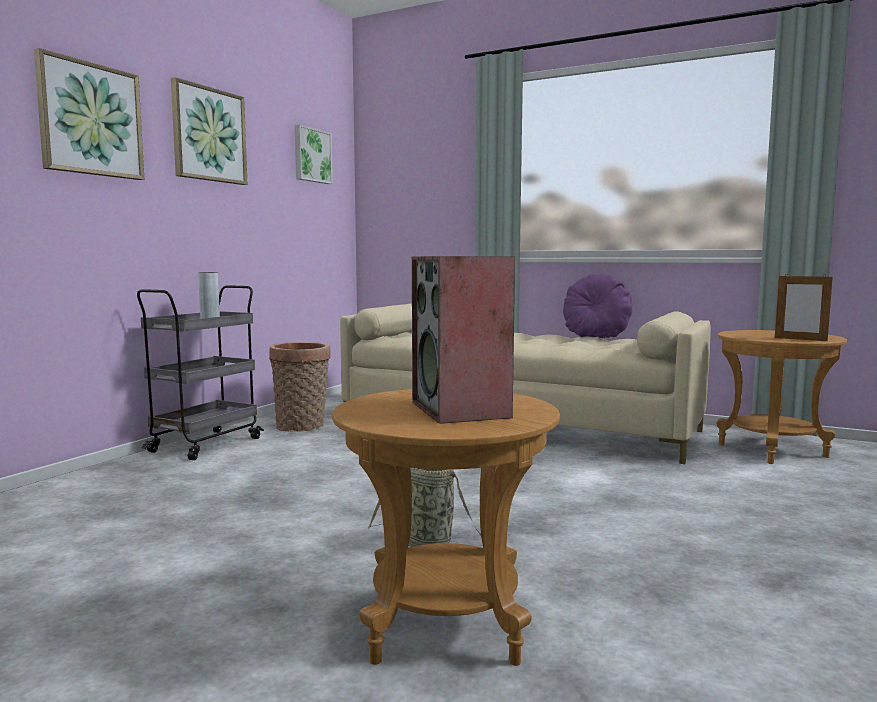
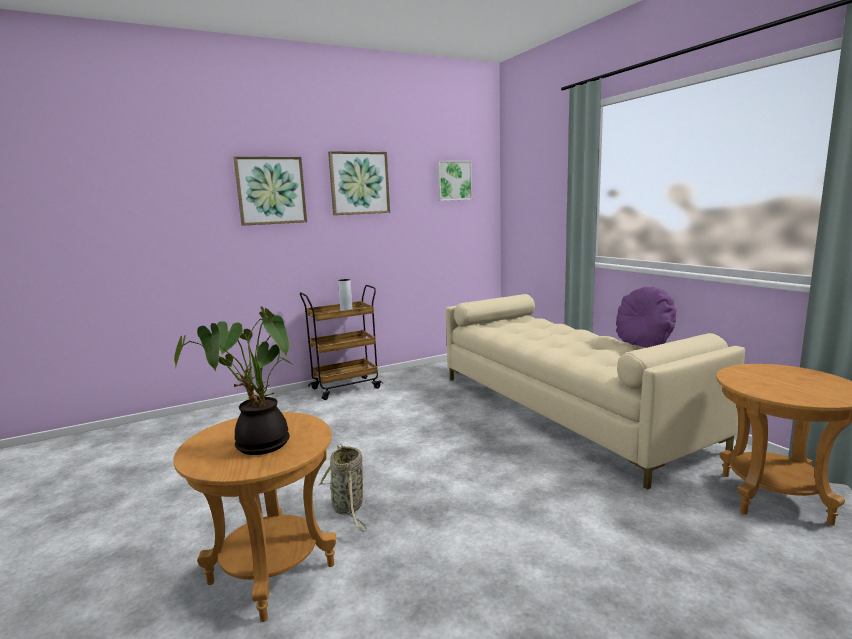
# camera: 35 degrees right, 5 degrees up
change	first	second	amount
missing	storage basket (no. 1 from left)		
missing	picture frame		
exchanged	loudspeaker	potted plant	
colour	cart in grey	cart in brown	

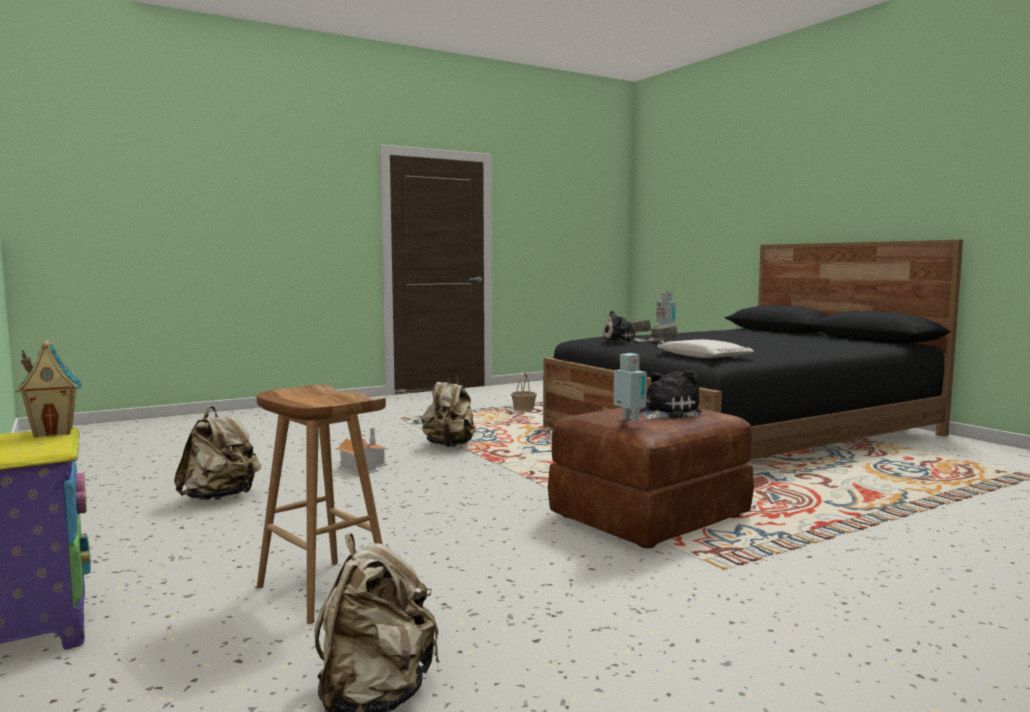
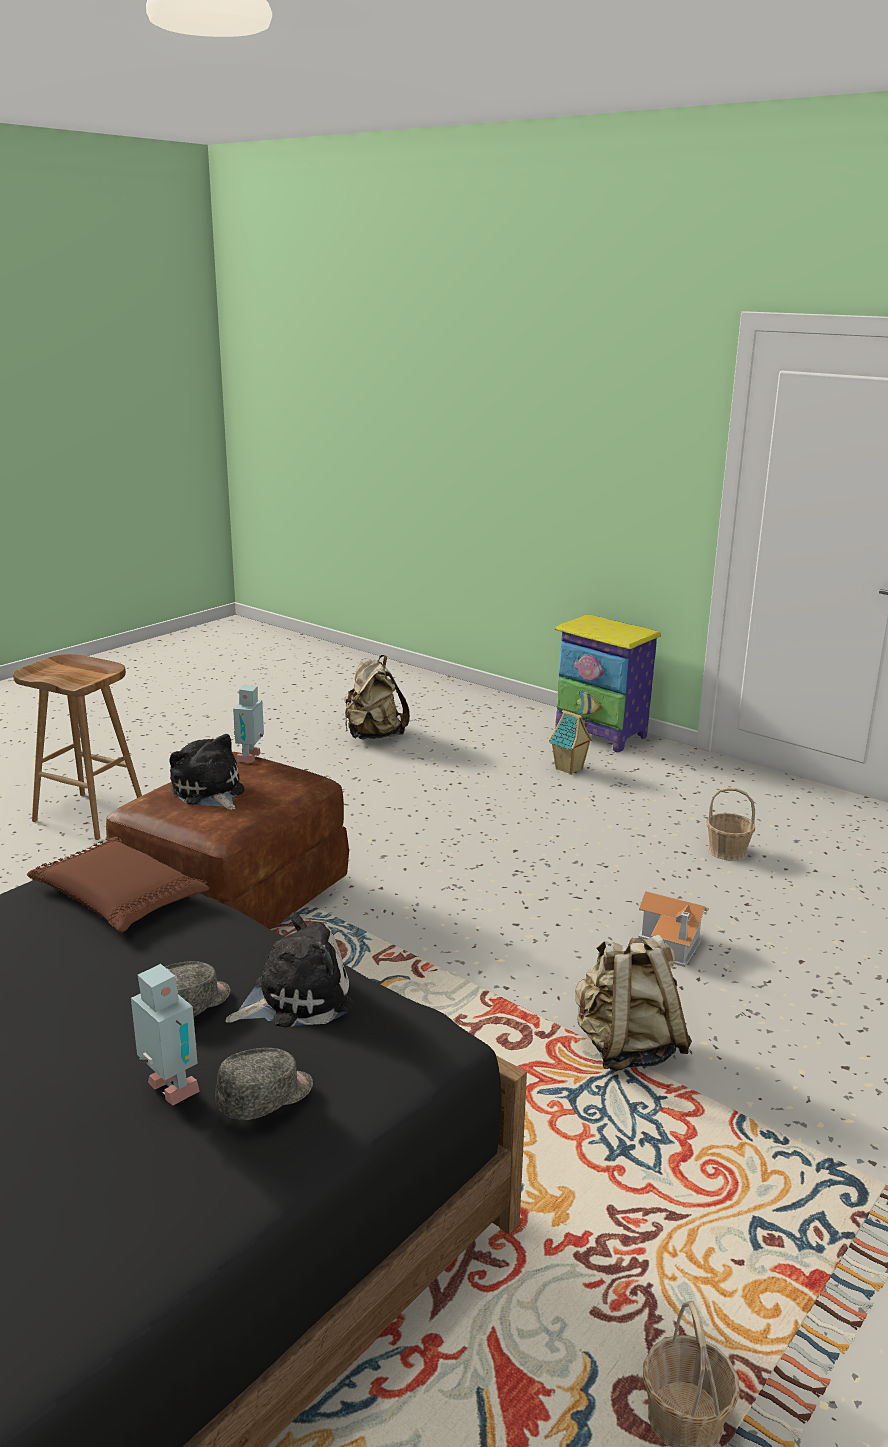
# camera: 160 degrees right, 15 degrees up
change	first	second	amount
relocated	miniature house (no. 1 from left)		
relocated	sitting stool in brown		
exchanged	backpack in beige-coloured (no. 1 from left)	storage basket (no. 2 from left)	
colour	throw pillow in whitish	throw pillow in brown	
spun	robot figure (no. 1 from left in the first image)	robot figure (no. 2 from left)	60 degrees clockwise
spun	cuddly toy (no. 2 from left in the first image)	cuddly toy (no. 1 from left)	120 degrees clockwise

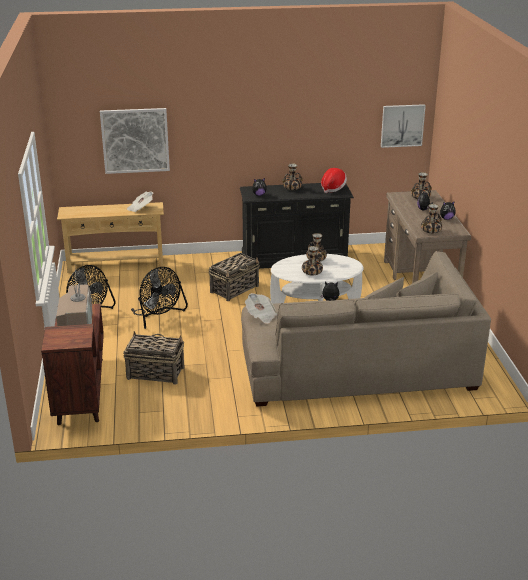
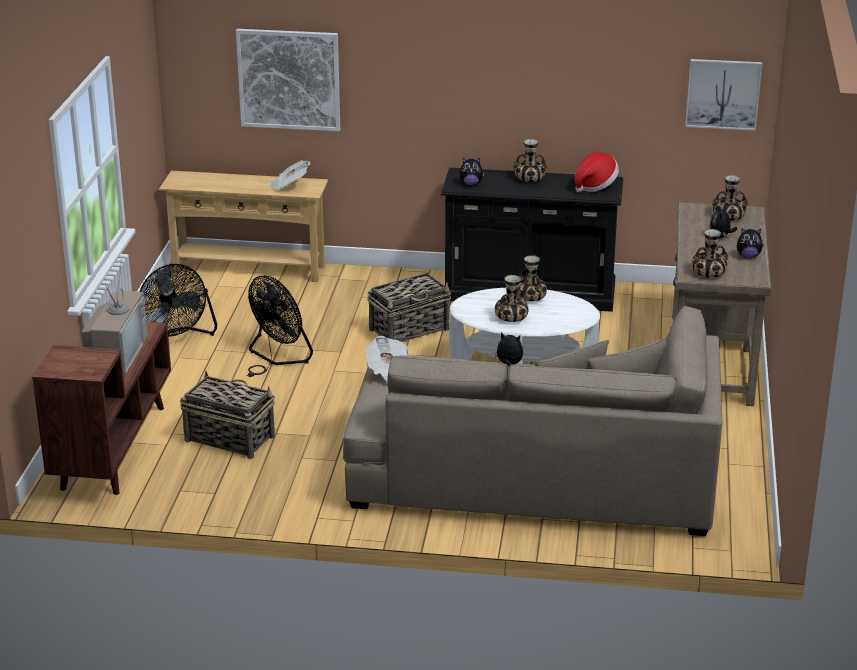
# camera: 15 degrees right, 0 degrees up
change	first	second	amount
spun	fan in black-coloured (no. 2 from left)		105 degrees counterclockwise

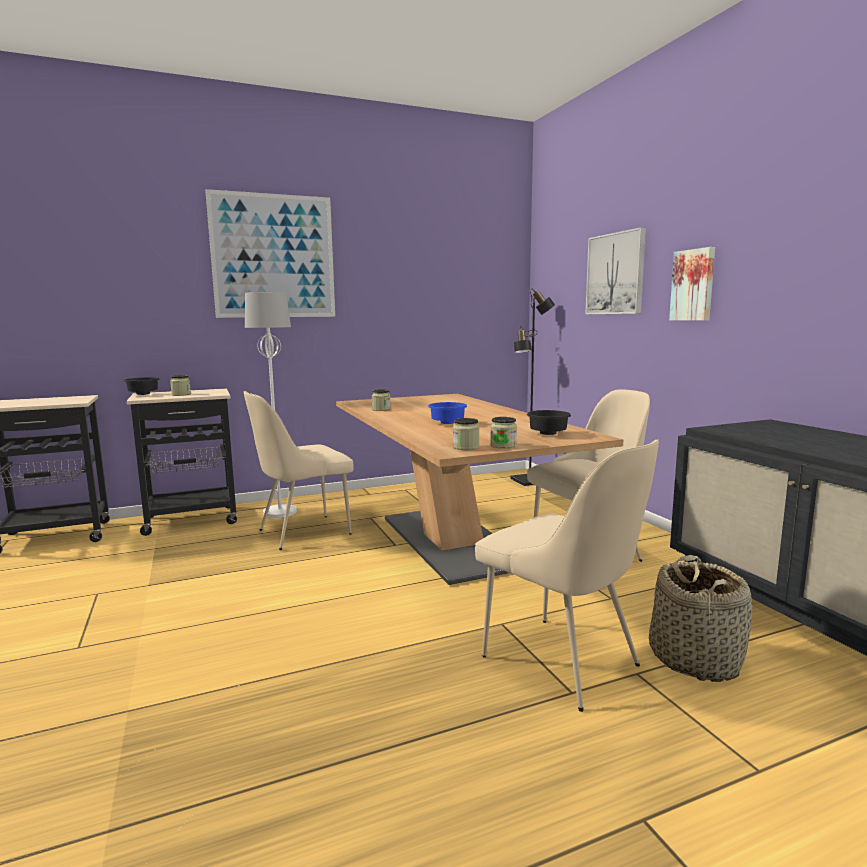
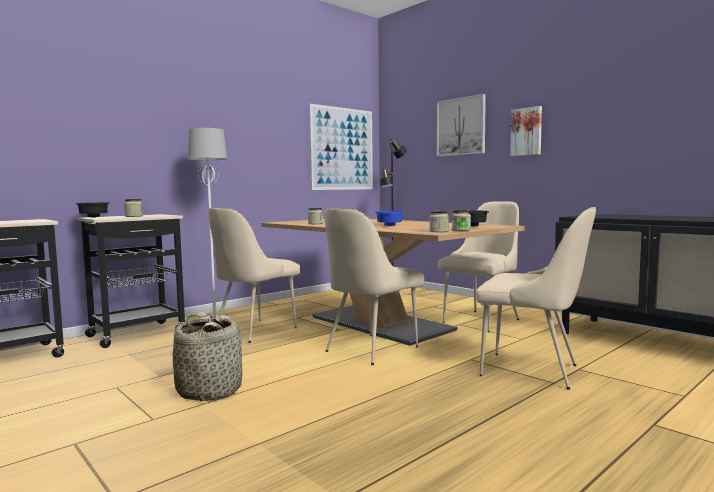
# camera: 20 degrees left, 5 degrees down
change	first	second	amount
appeared		upright chair in beige-coloured (no. 2 from left)	
relocated	wall art (no. 1 from left)		
relocated	storage basket		

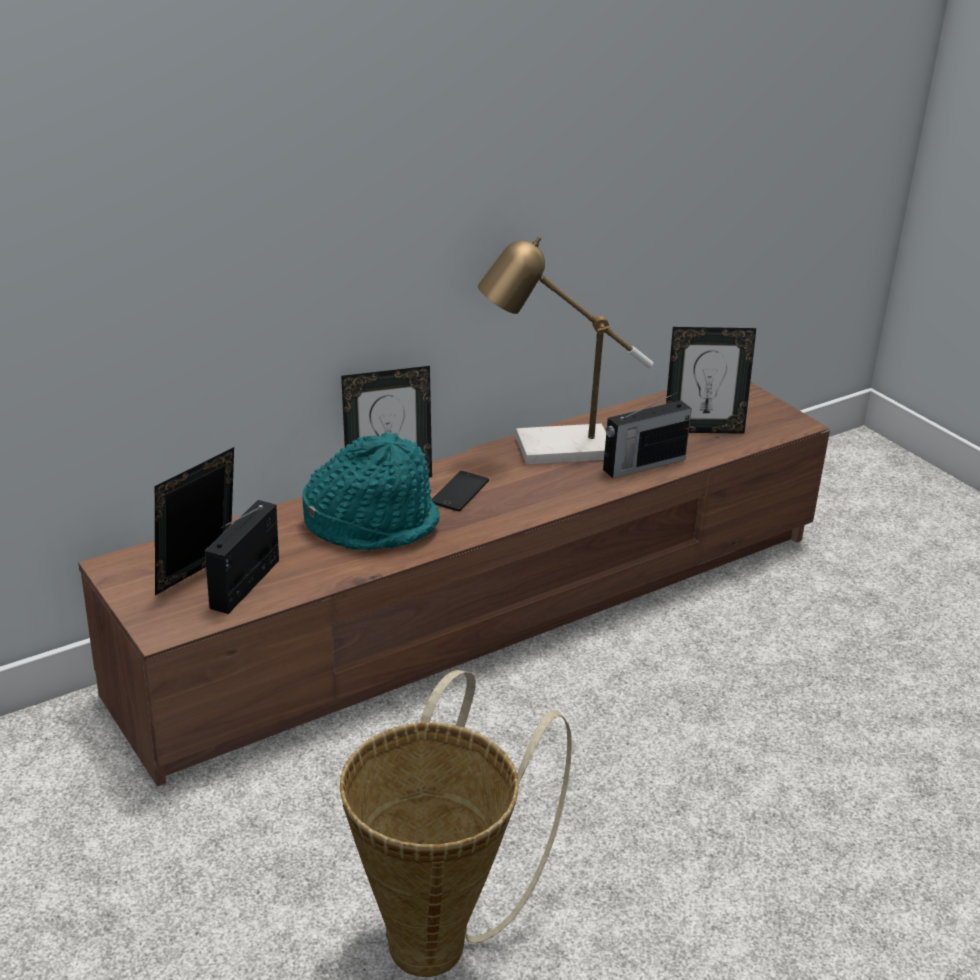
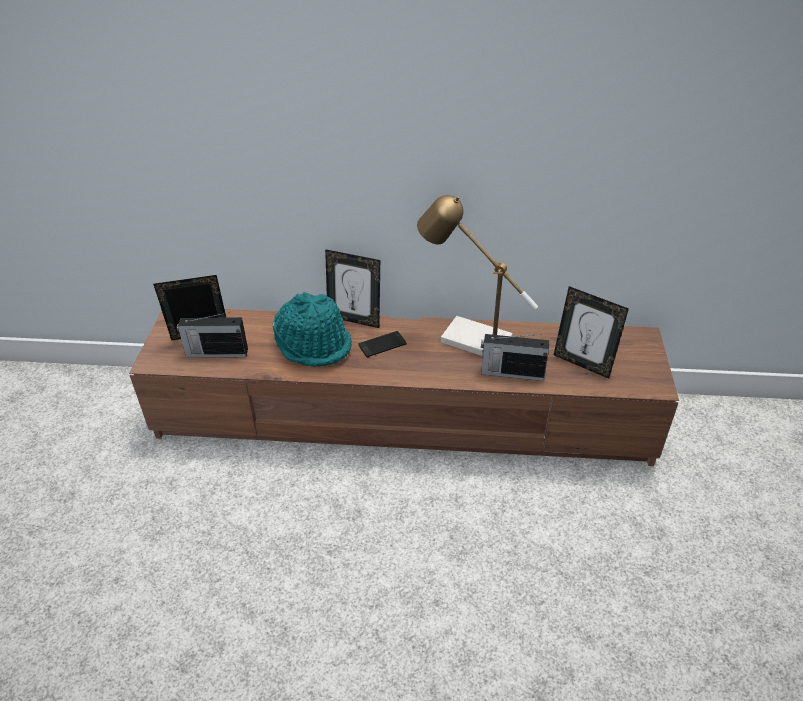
# camera: 40 degrees right, 10 degrees up
change	first	second	amount
missing	storage basket		
spun	radio receiver (no. 1 from left)		150 degrees counterclockwise

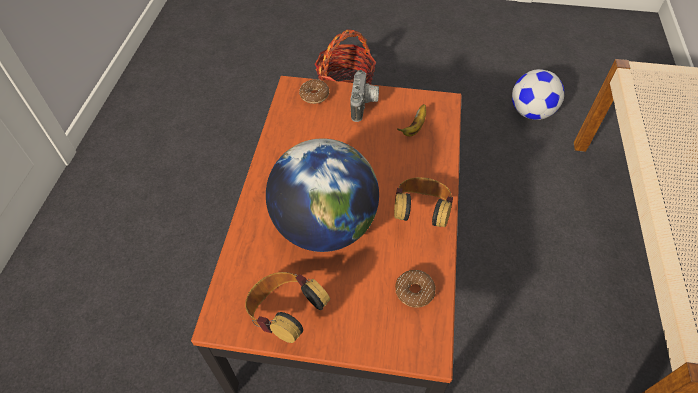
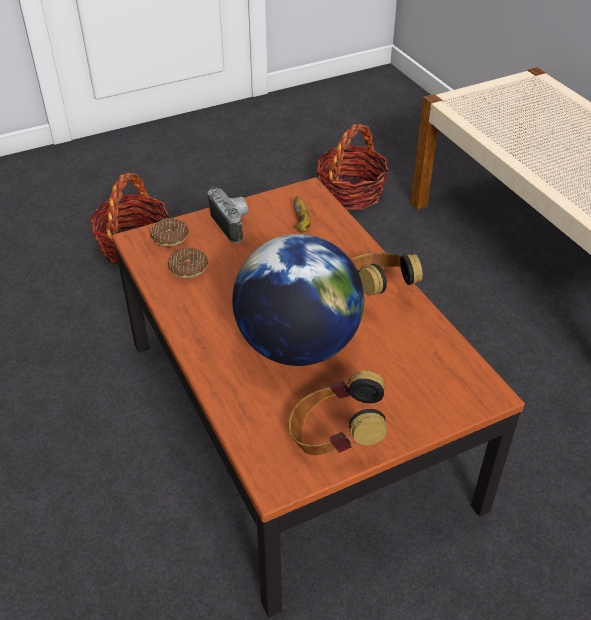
# camera: 35 degrees left, 10 degrees down
change	first	second	amount
relocated	doughnut (no. 2 from left)		
exchanged	ball for football	storage basket (no. 2 from left)	

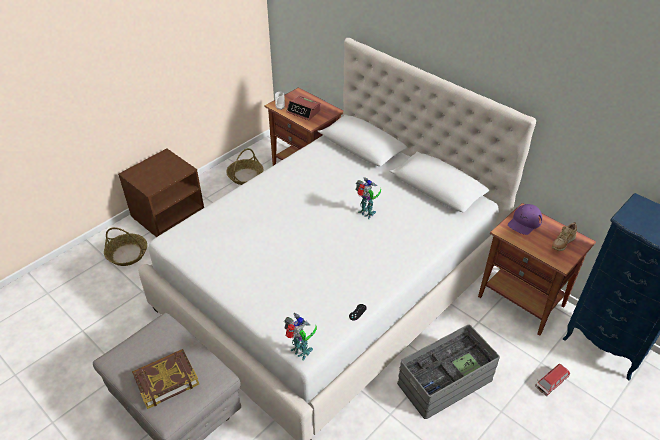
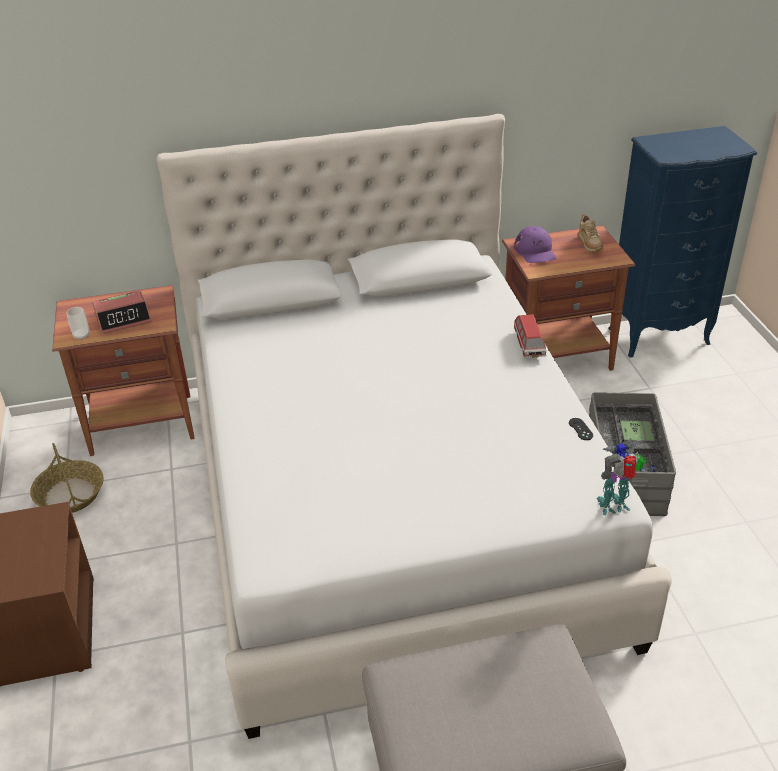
# camera: 55 degrees left, 5 degrees down
change	first	second	amount
missing	storage basket (no. 1 from left)		
missing	volume		
missing	robot figure (no. 2 from left)		
relocated	model car		

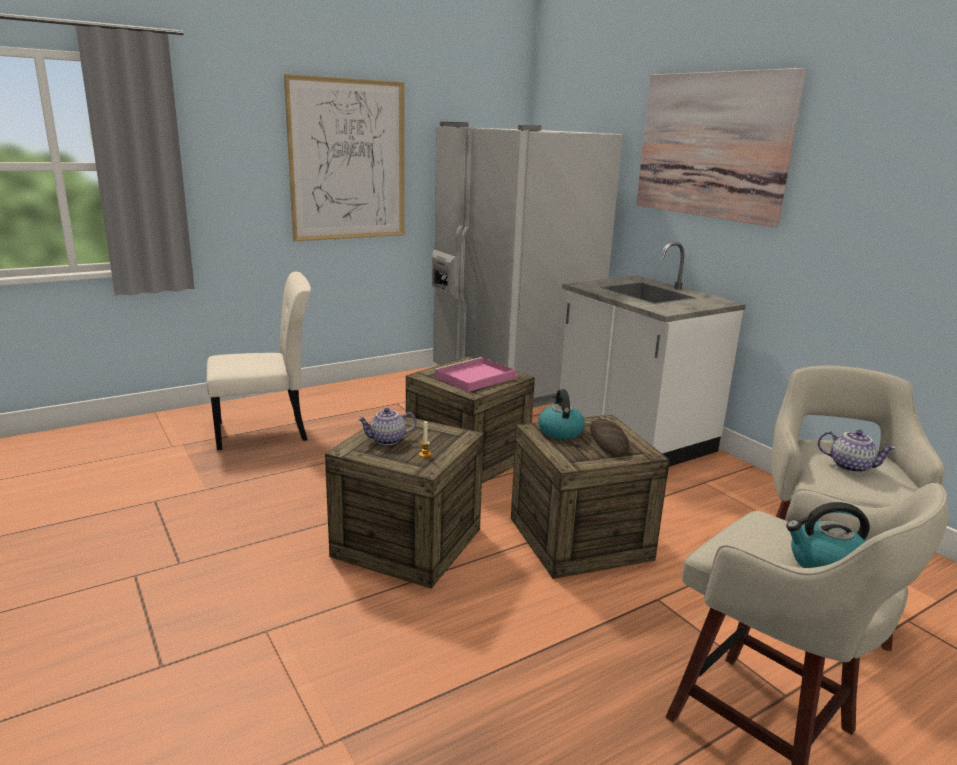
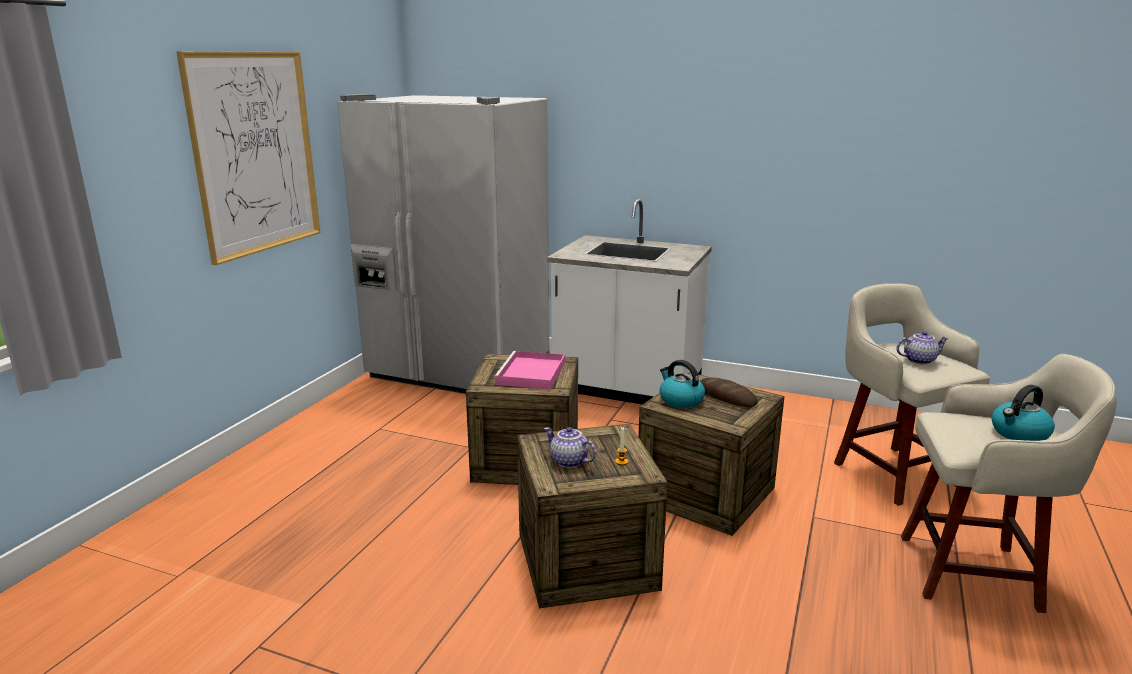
# camera: 35 degrees left, 0 degrees up
change	first	second	amount
missing	upright chair in beige-coloured		
missing	wall art (no. 2 from left)		
spun	pot for tea (no. 1 from left)		90 degrees clockwise

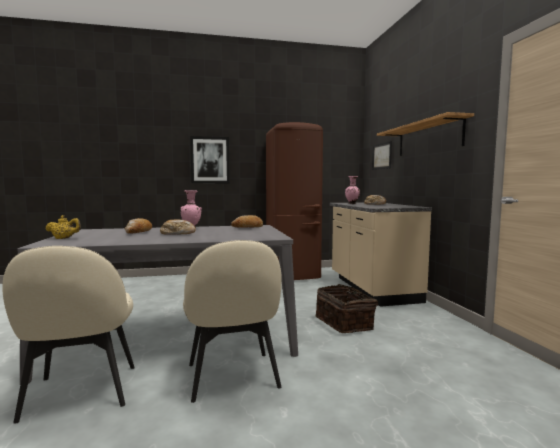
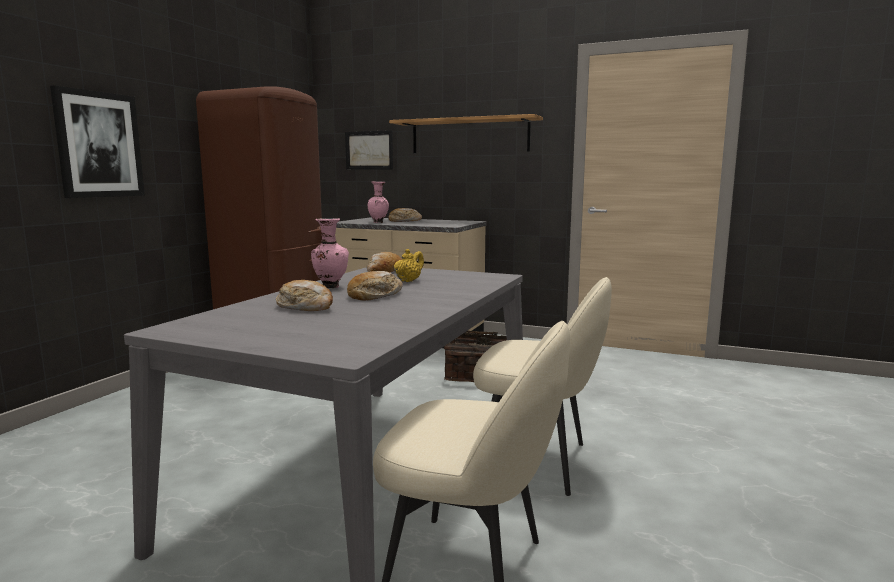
# camera: 55 degrees left, 5 degrees up
change	first	second	amount
relocated	pot for tea in yellowish		

